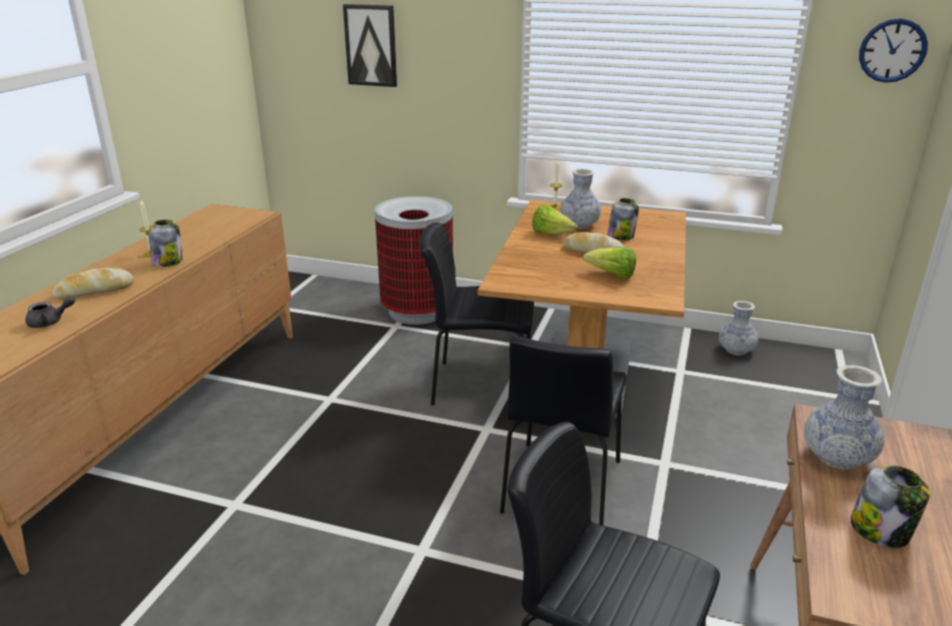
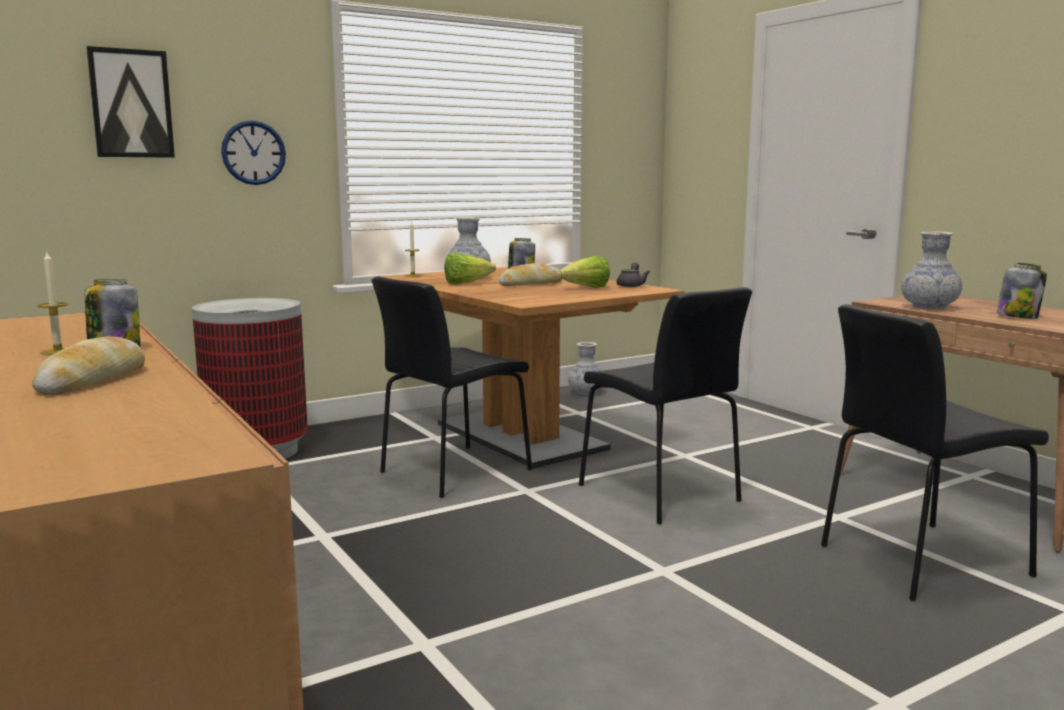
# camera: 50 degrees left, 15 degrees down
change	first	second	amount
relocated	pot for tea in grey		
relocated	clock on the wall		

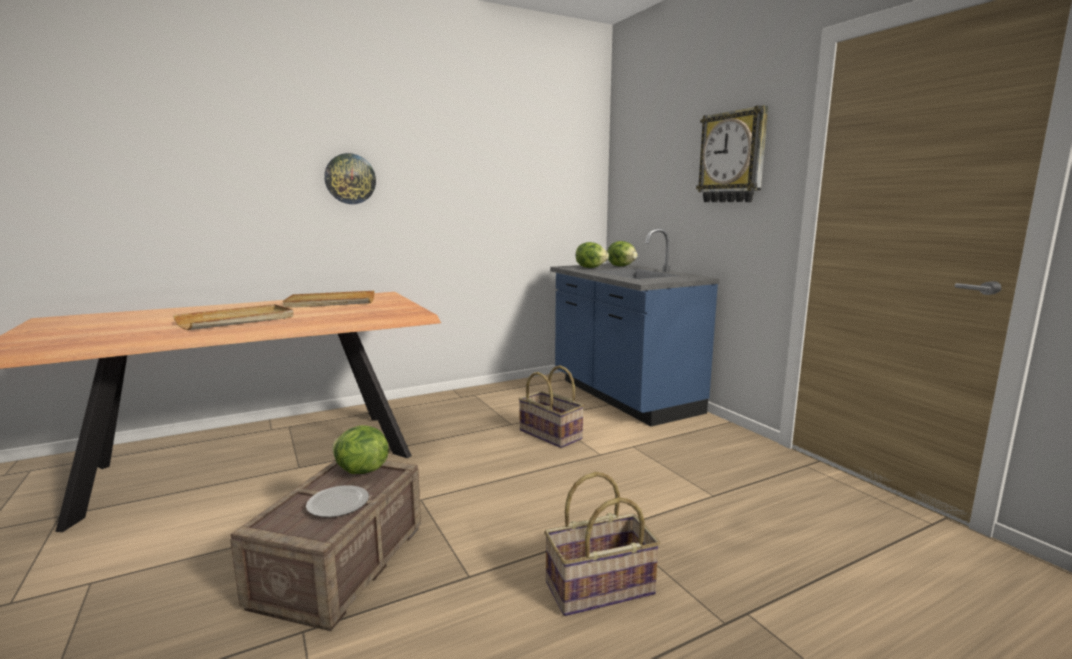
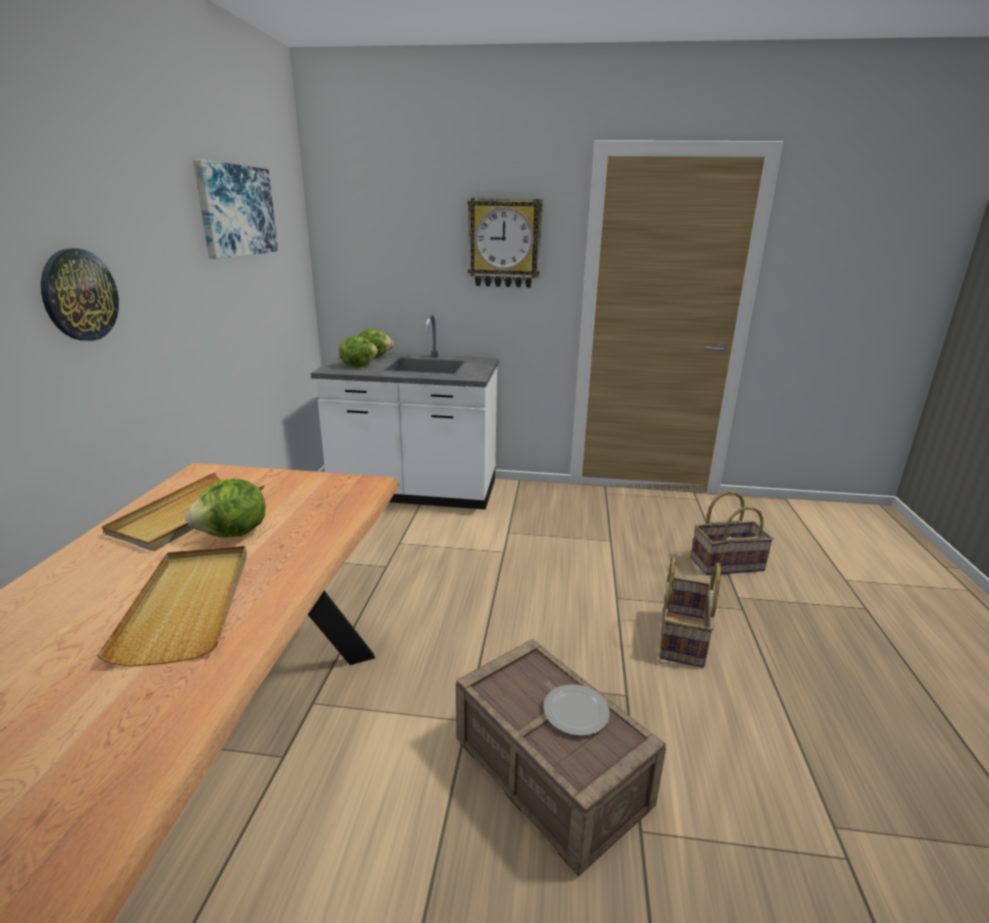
# camera: 55 degrees left, 10 degrees up
change	first	second	amount
appeared		wall art	
relocated	lettuce (no. 1 from left)		
relocated	storage basket (no. 1 from left in the first image)	storage basket (no. 2 from left)	
colour	kitchen base unit in bluish	kitchen base unit in whitish	

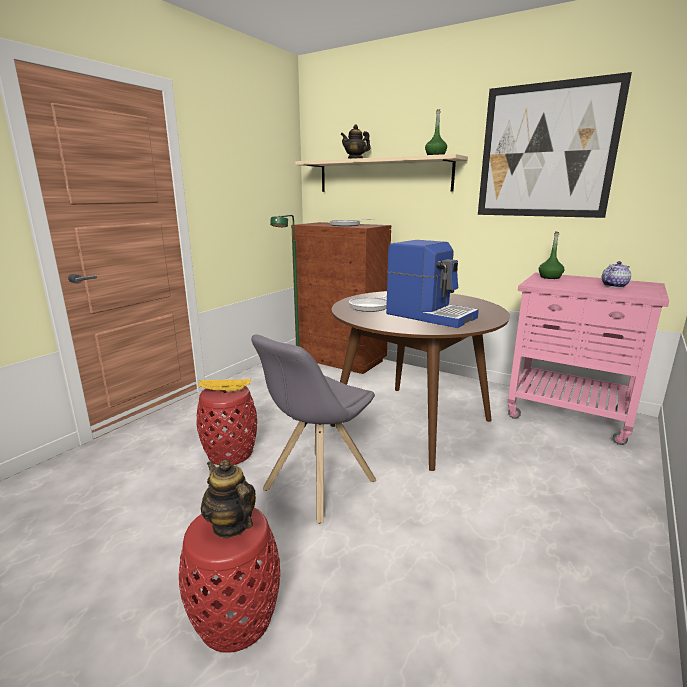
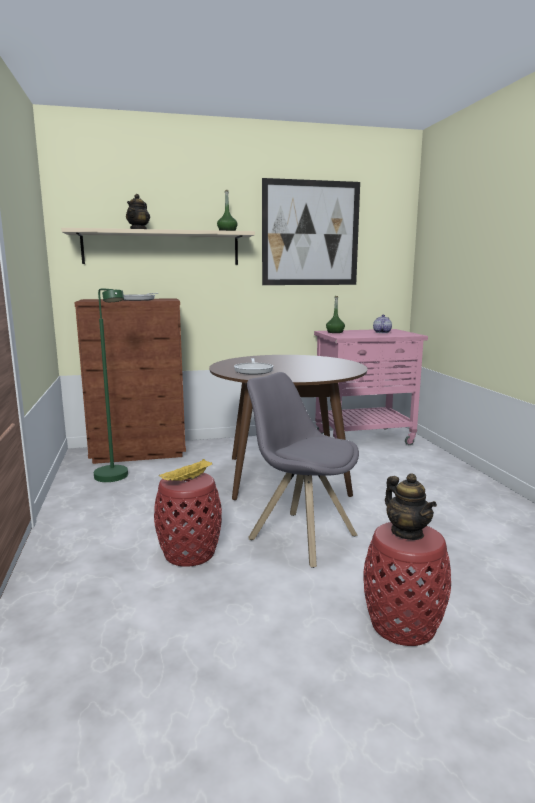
# camera: 45 degrees left, 5 degrees down
change	first	second	amount
missing	coffee maker		
spun	pot for tea (no. 1 from left in the first image)	pot for tea (no. 3 from left)	120 degrees counterclockwise
spun	upright chair in grey		135 degrees clockwise

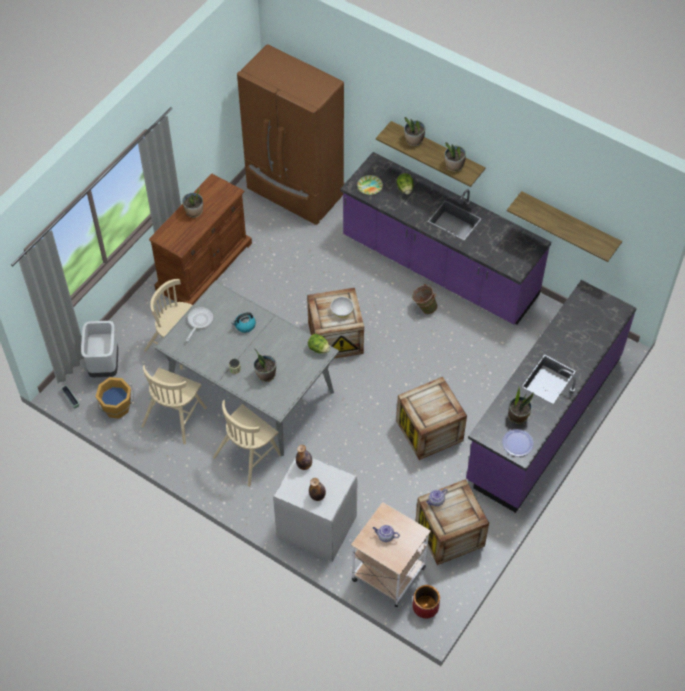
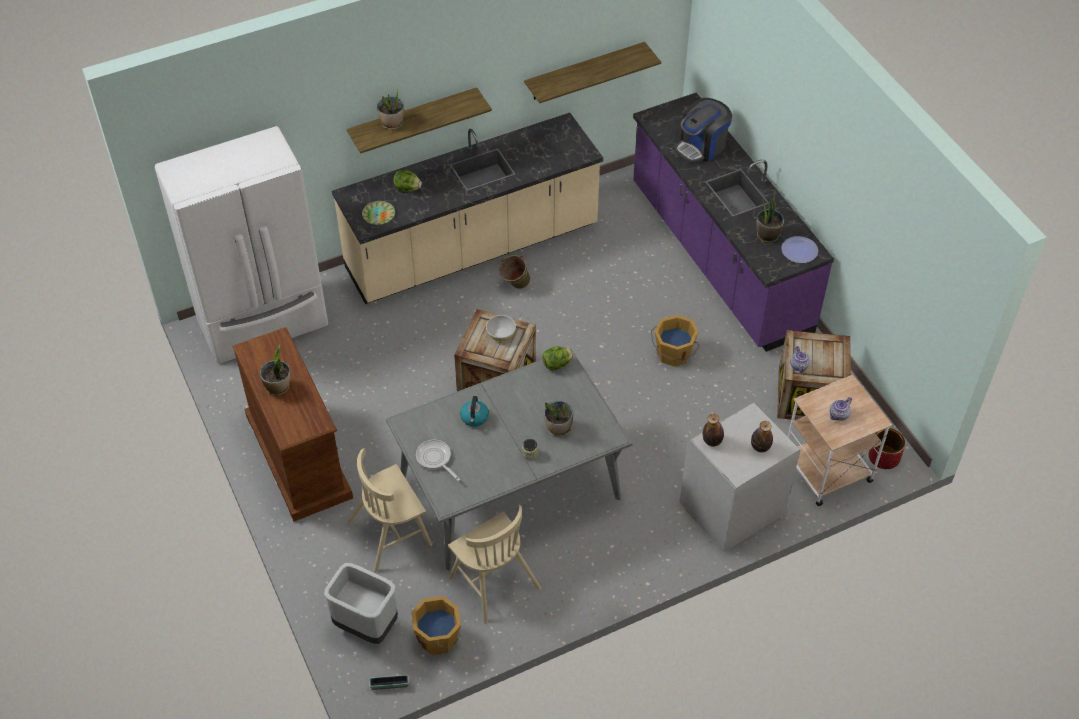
# camera: 60 degrees left, 5 degrees down
change	first	second	amount
missing	upright chair in beige-coloured (no. 3 from left)		
missing	potted plant (no. 4 from left)		
appeared		coffee maker	
exchanged	crate (no. 2 from left)	bucket in orange-coloured (no. 2 from left)	
colour	fridge in brown	fridge in whitish	
colour	kitchen base unit in purplish (no. 1 from left)	kitchen base unit in beige-coloured	

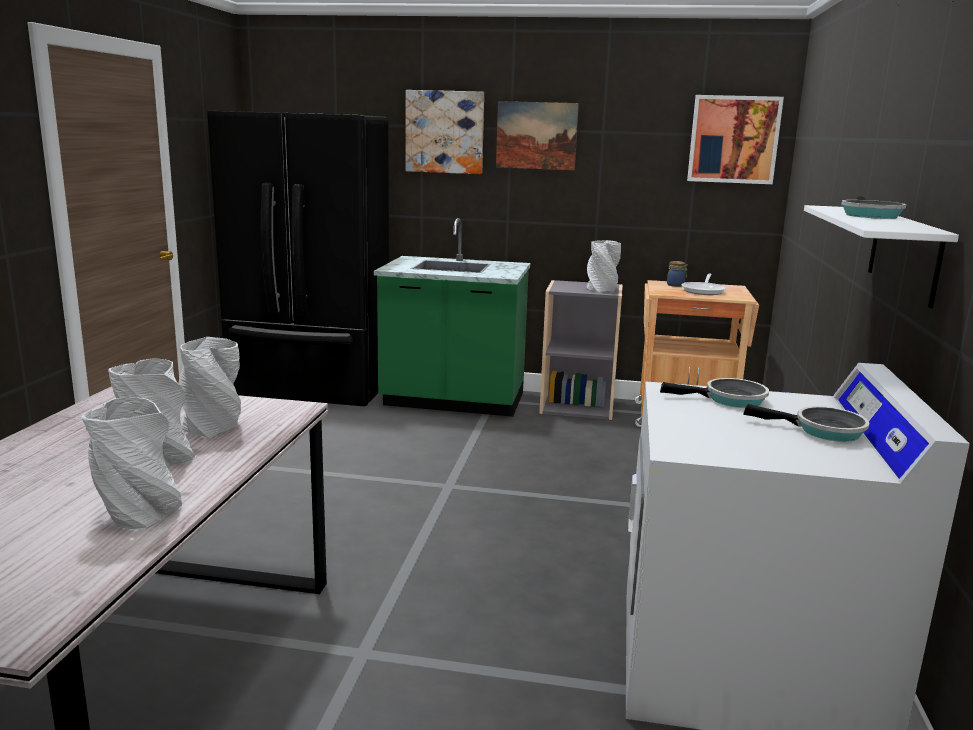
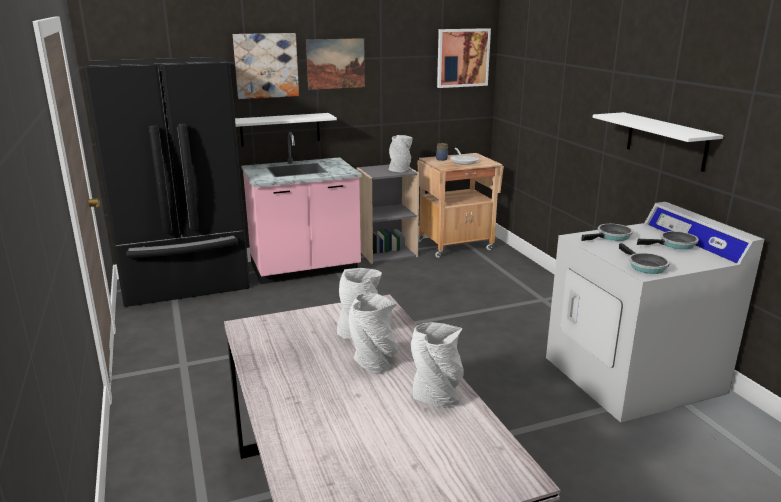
# camera: 30 degrees left, 5 degrees up
change	first	second	amount
appeared		shelf in whitish (no. 1 from left)	
relocated	skillet (no. 4 from left in the first image)	skillet (no. 3 from left)	
colour	kitchen base unit in green-coloured	kitchen base unit in pinkish	

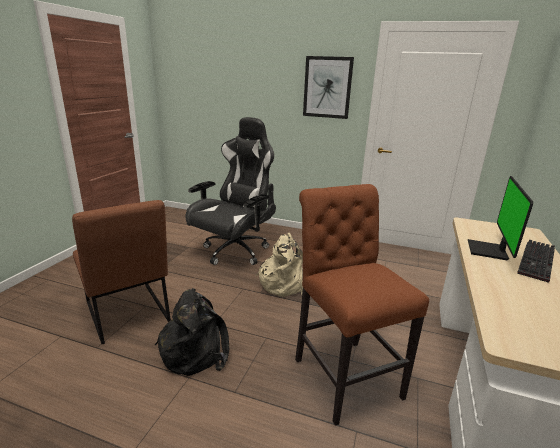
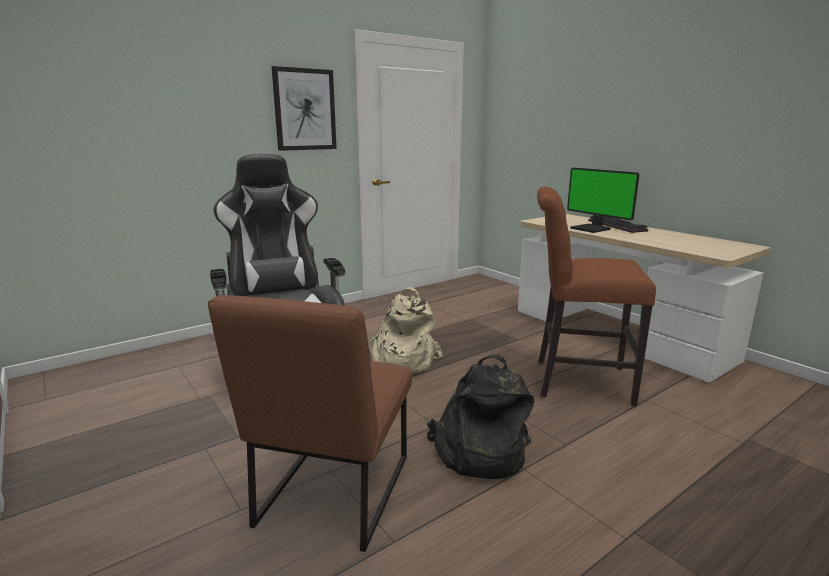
# camera: 55 degrees left, 5 degrees down
change	first	second	amount
spun	upright chair in brown		105 degrees clockwise

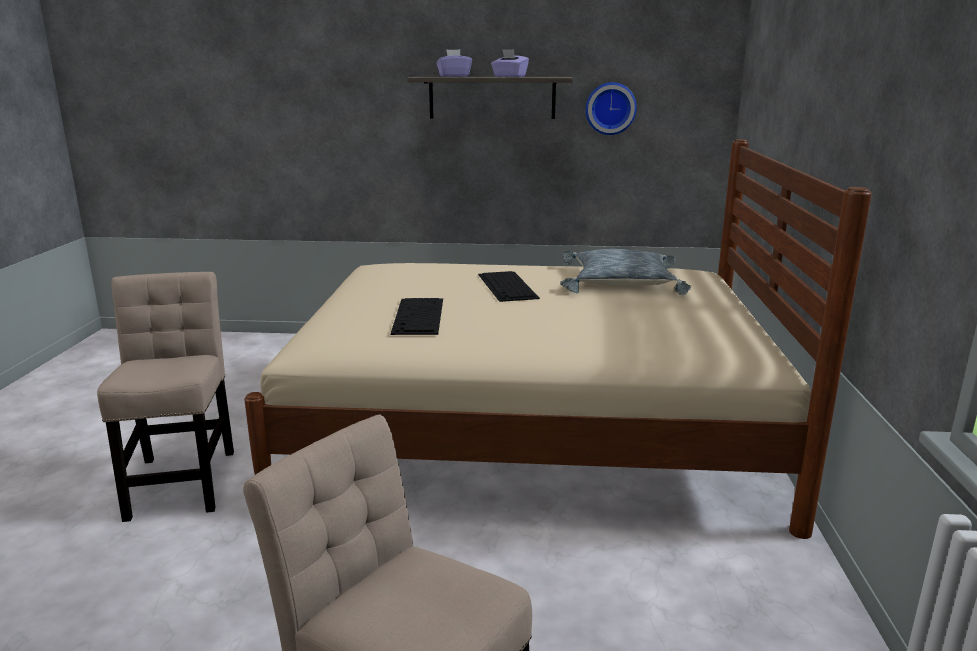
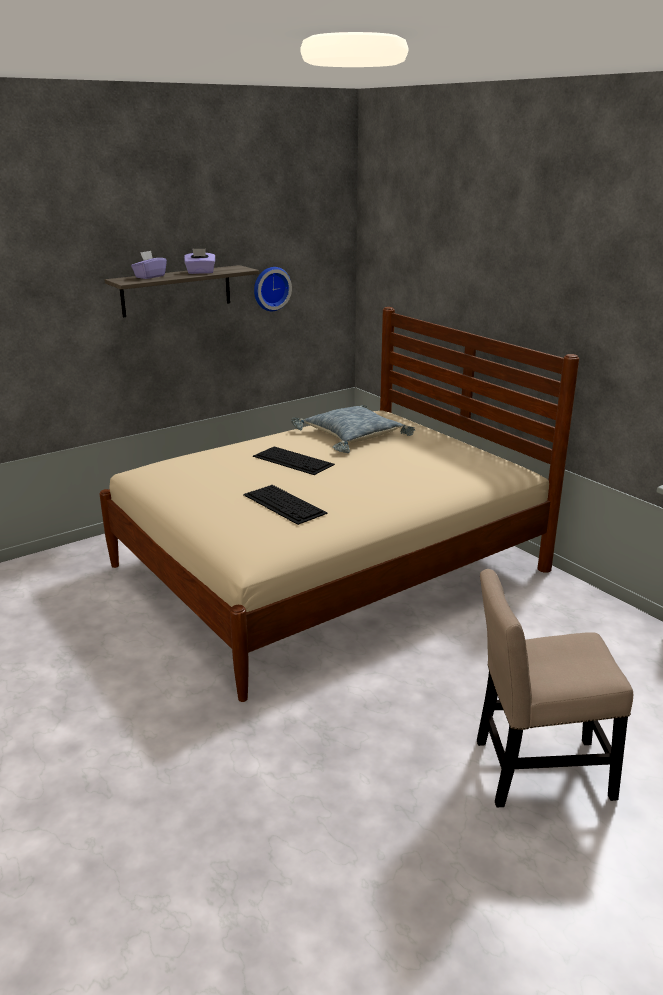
# camera: 40 degrees left, 5 degrees up
change	first	second	amount
missing	upright chair in beige-coloured (no. 1 from left)		

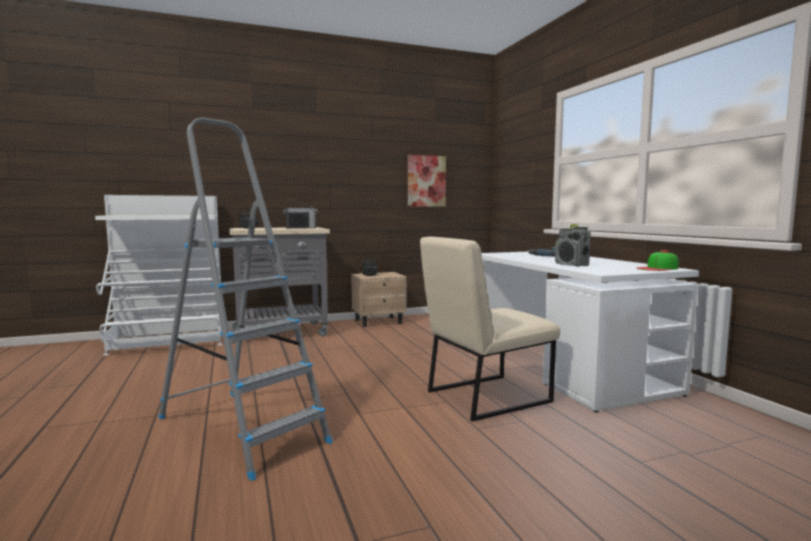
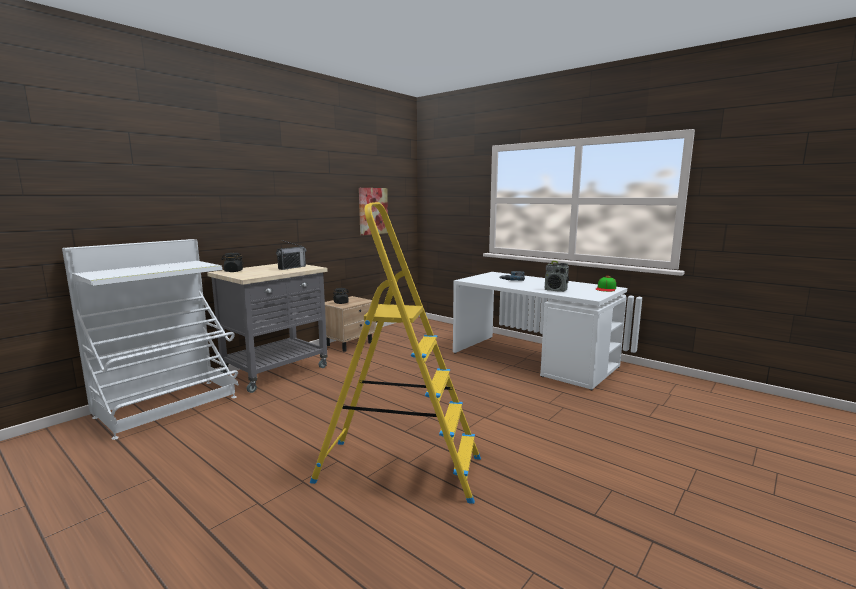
# camera: 30 degrees left, 5 degrees up
change	first	second	amount
missing	upright chair in beige-coloured		
colour	stepladder in grey	stepladder in yellowish	

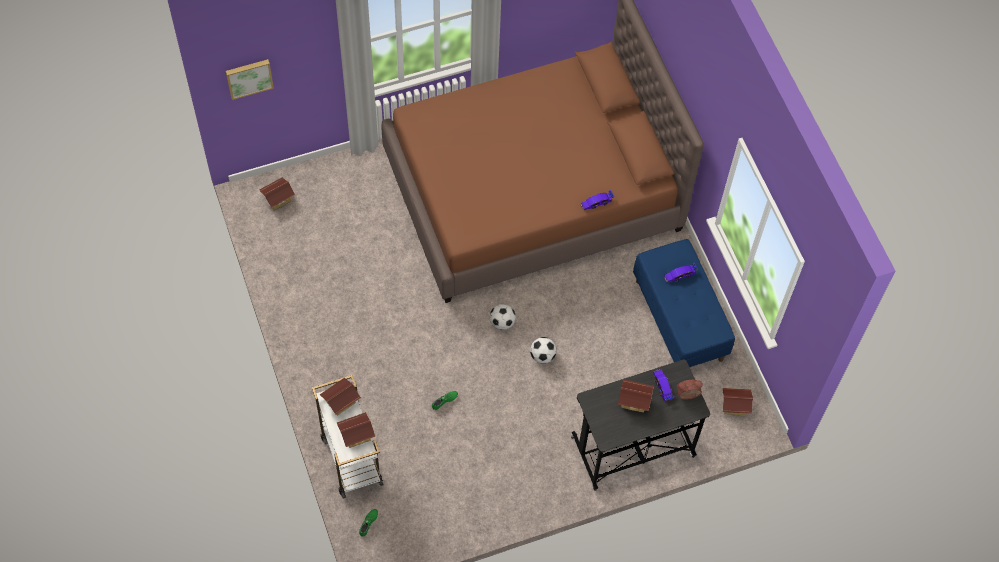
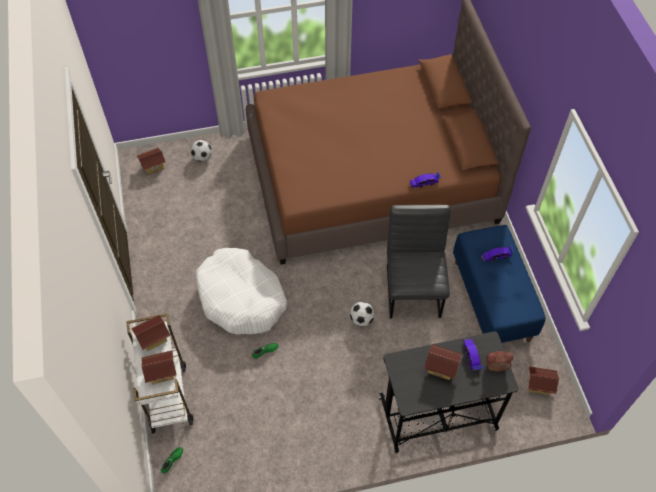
# camera: 10 degrees right, 5 degrees down
change	first	second	amount
missing	wall art		
appeared		pet bed in whitish	
appeared		upright chair in grey	
relocated	ball for football (no. 1 from left)		

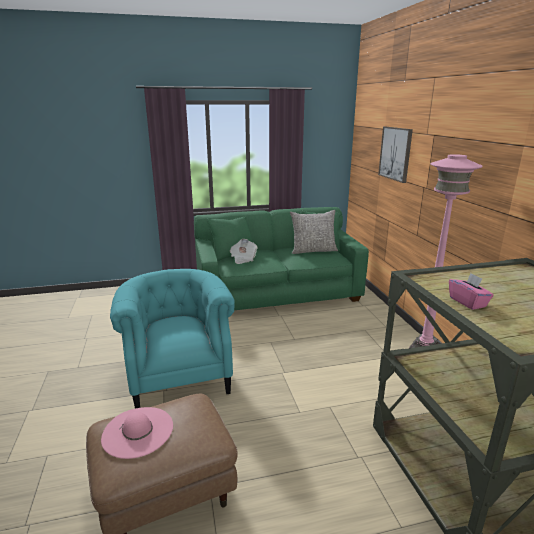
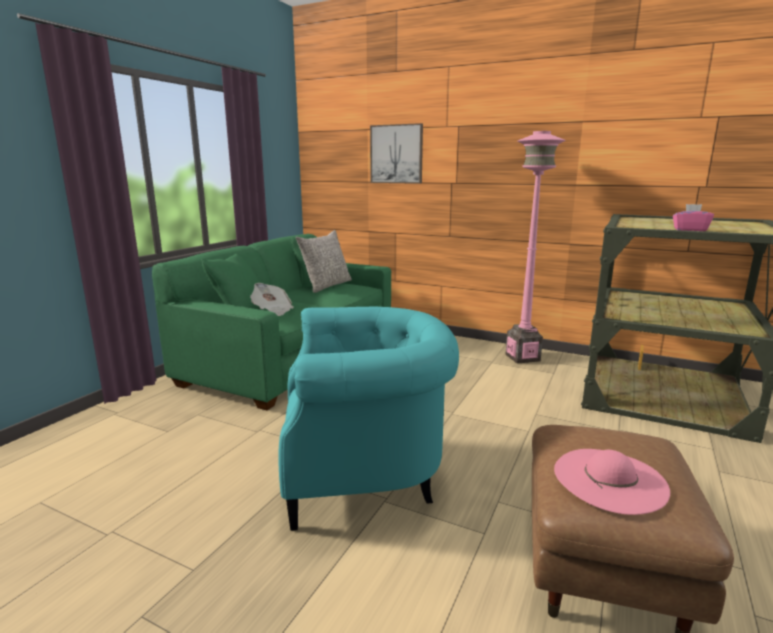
# camera: 50 degrees left, 5 degrees down
change	first	second	amount
spun	lounge chair in blue-green		150 degrees clockwise

